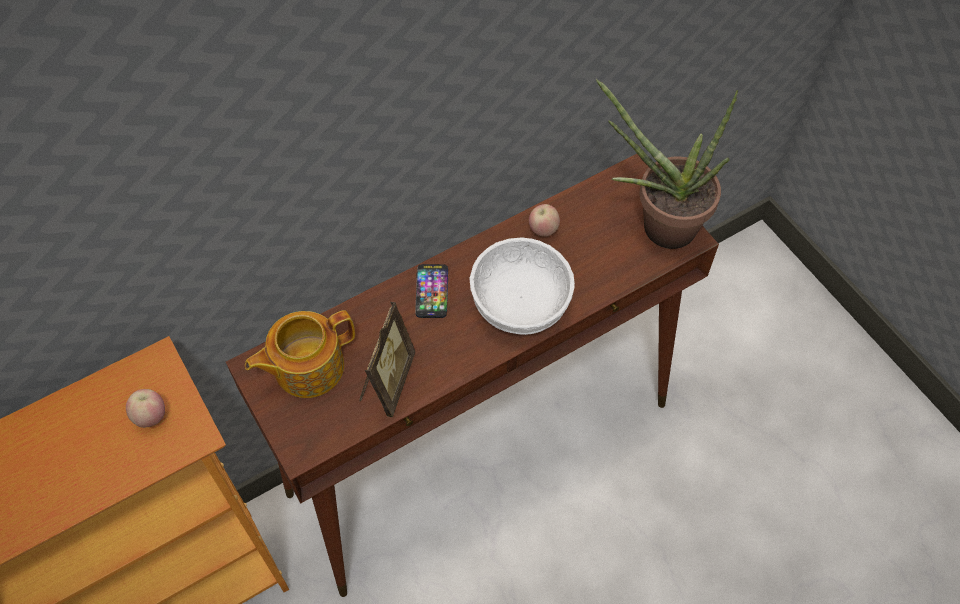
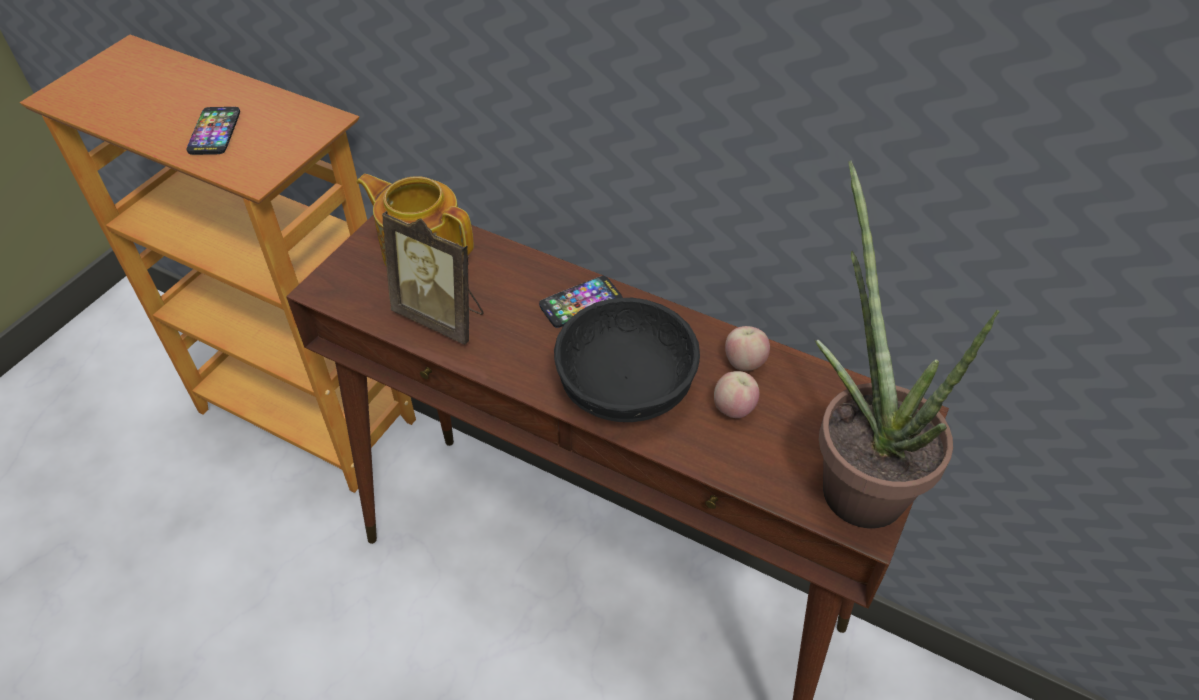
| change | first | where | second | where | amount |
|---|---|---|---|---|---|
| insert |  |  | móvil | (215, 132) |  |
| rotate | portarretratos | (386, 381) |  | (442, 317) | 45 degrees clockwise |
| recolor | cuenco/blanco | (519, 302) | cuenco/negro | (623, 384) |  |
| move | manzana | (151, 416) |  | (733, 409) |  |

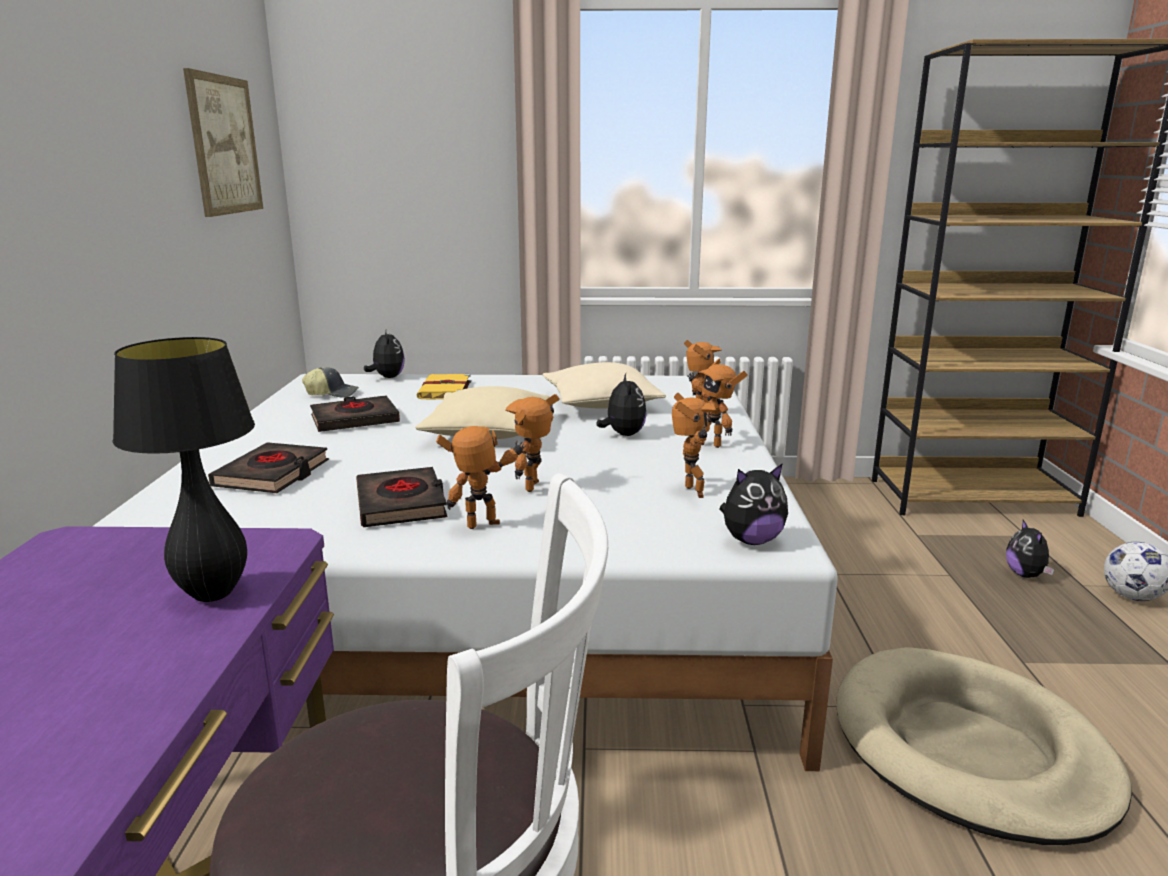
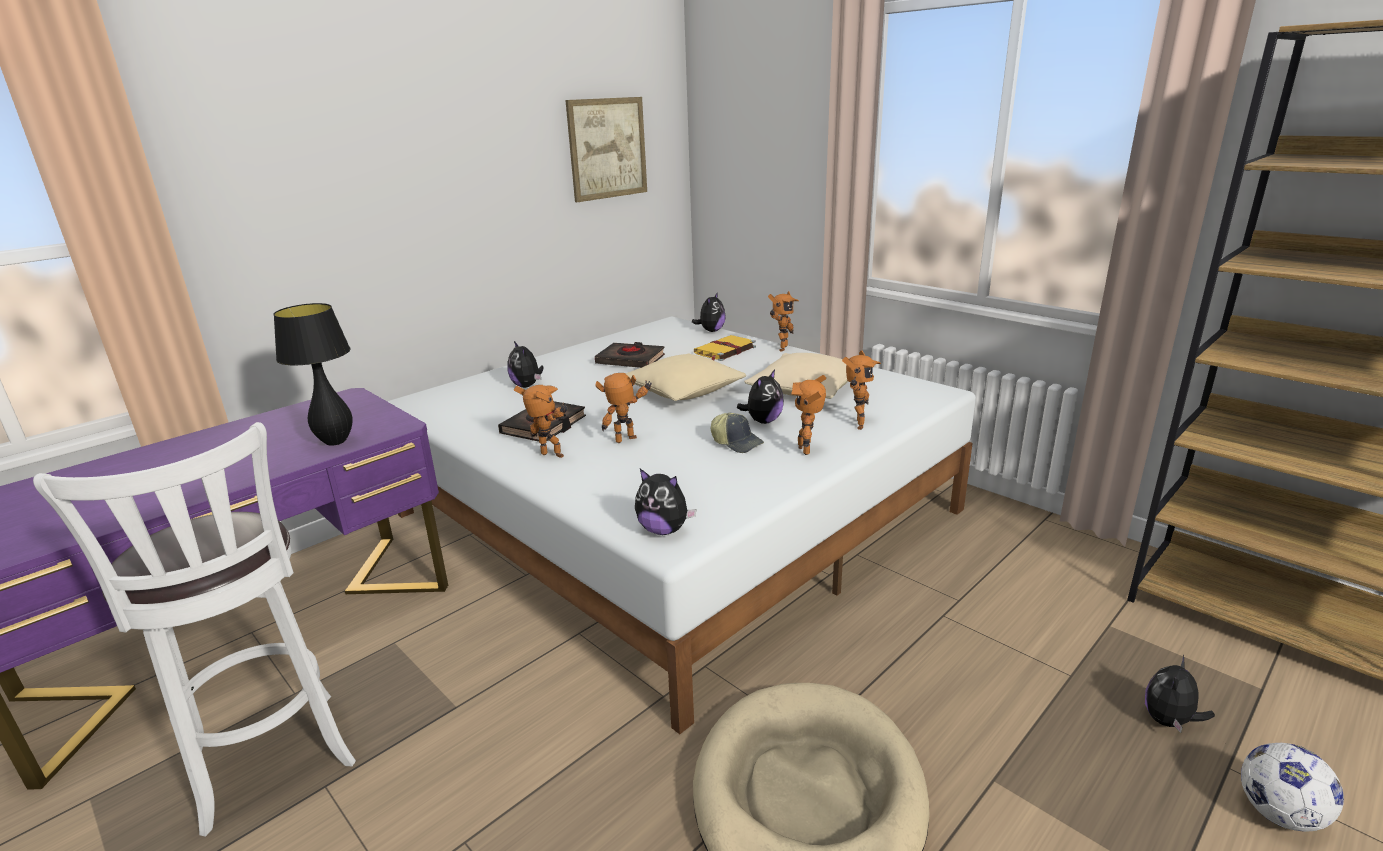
| change | first | where | second | where | amount |
|---|---|---|---|---|---|
| replace | libro/negro | (272, 475) | peluche | (527, 386) |  |
| move | gorra | (332, 393) |  | (737, 442) |  |
| move | robot de juguete | (690, 493) |  | (780, 348) |  |

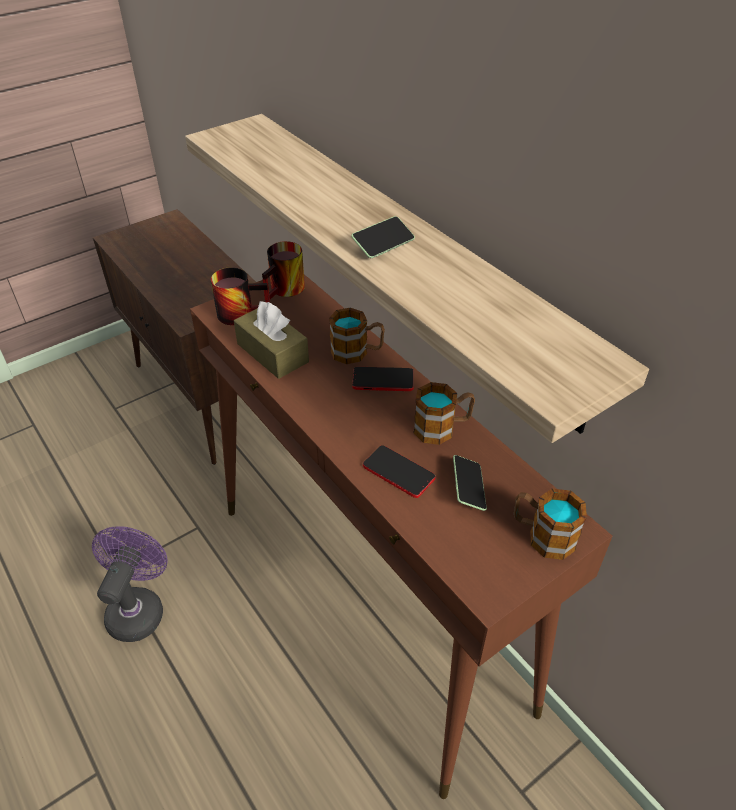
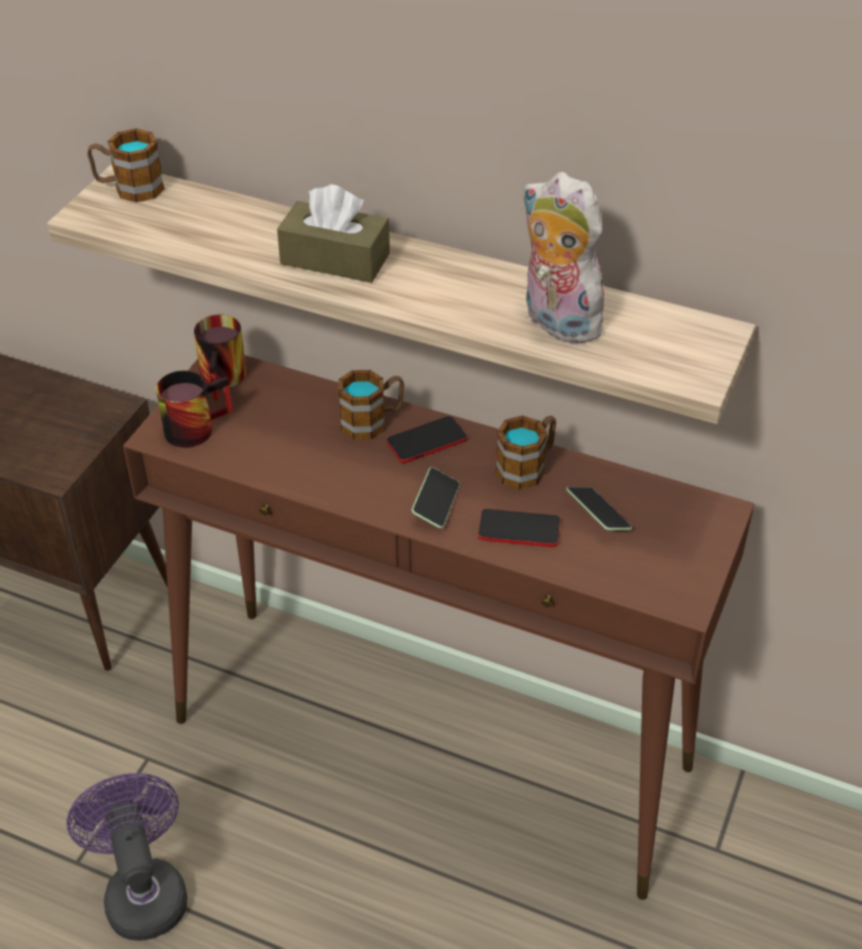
| change | first | where | second | where | amount |
|---|---|---|---|---|---|
| move | taza grande | (542, 535) |  | (129, 188) |  |
| move | caja de pañuelos/marrón | (272, 353) |  | (335, 259) |  |
| move | móvil | (383, 245) |  | (436, 505) |  |
| insert |  |  | peluche | (556, 322) |  |

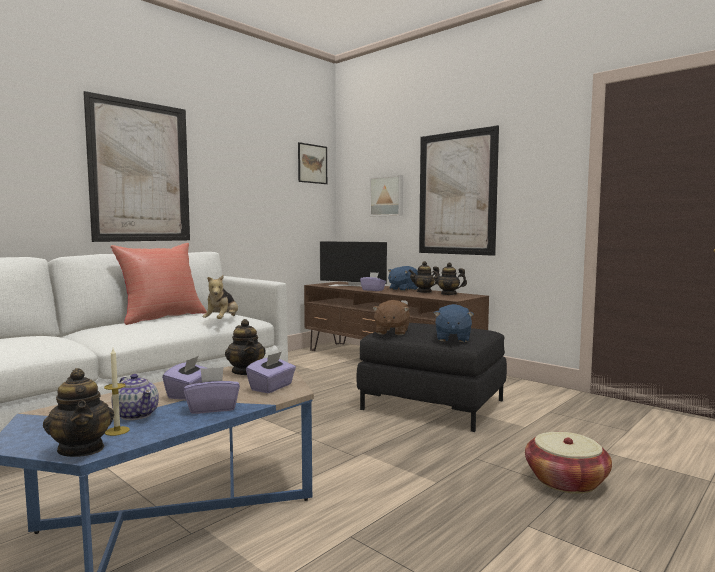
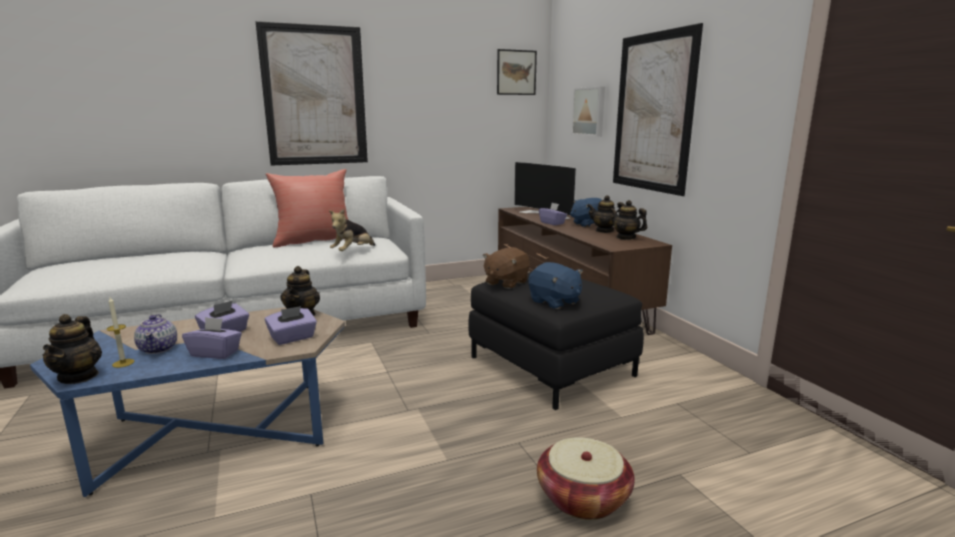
| change | first | where | second | where | amount |
|---|---|---|---|---|---|
| rotate | peluche/azul | (452, 338) |  | (554, 302) | 75 degrees counterclockwise |

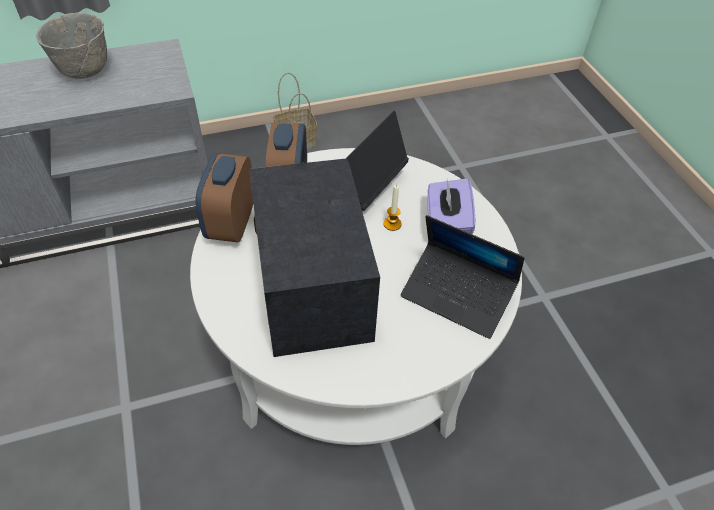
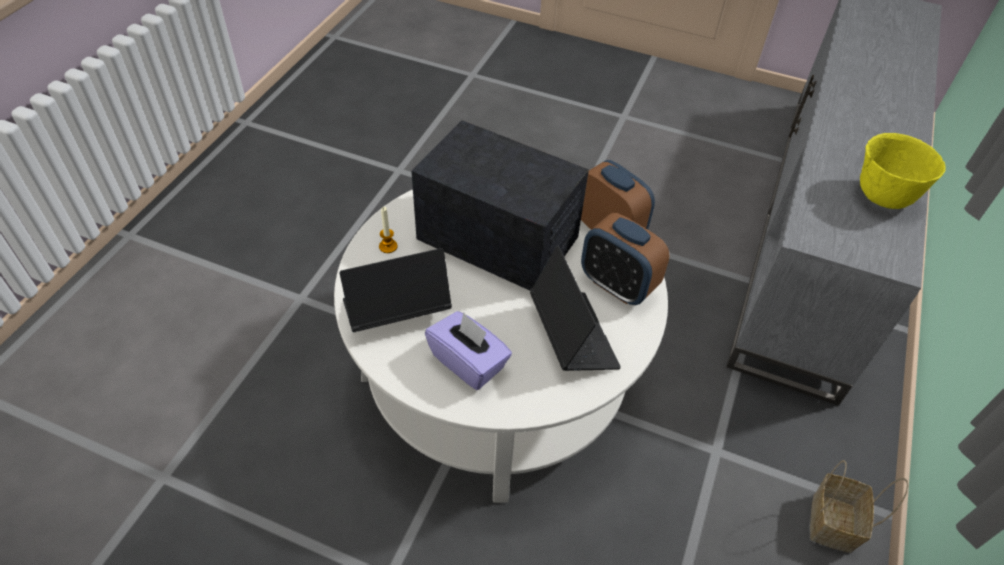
| change | first | where | second | where | amount |
|---|---|---|---|---|---|
| move | vela | (392, 224) |  | (388, 246) |  |
| recolor | cuenco/gris | (85, 71) | cuenco/amarillo | (881, 196) |  |

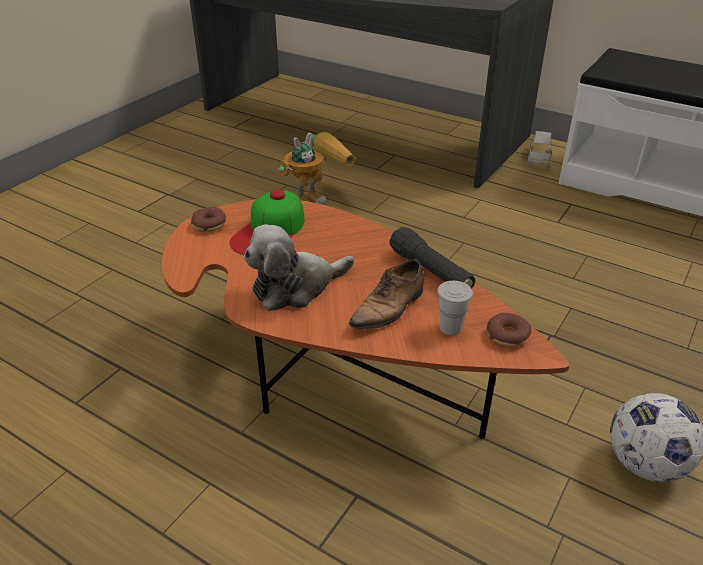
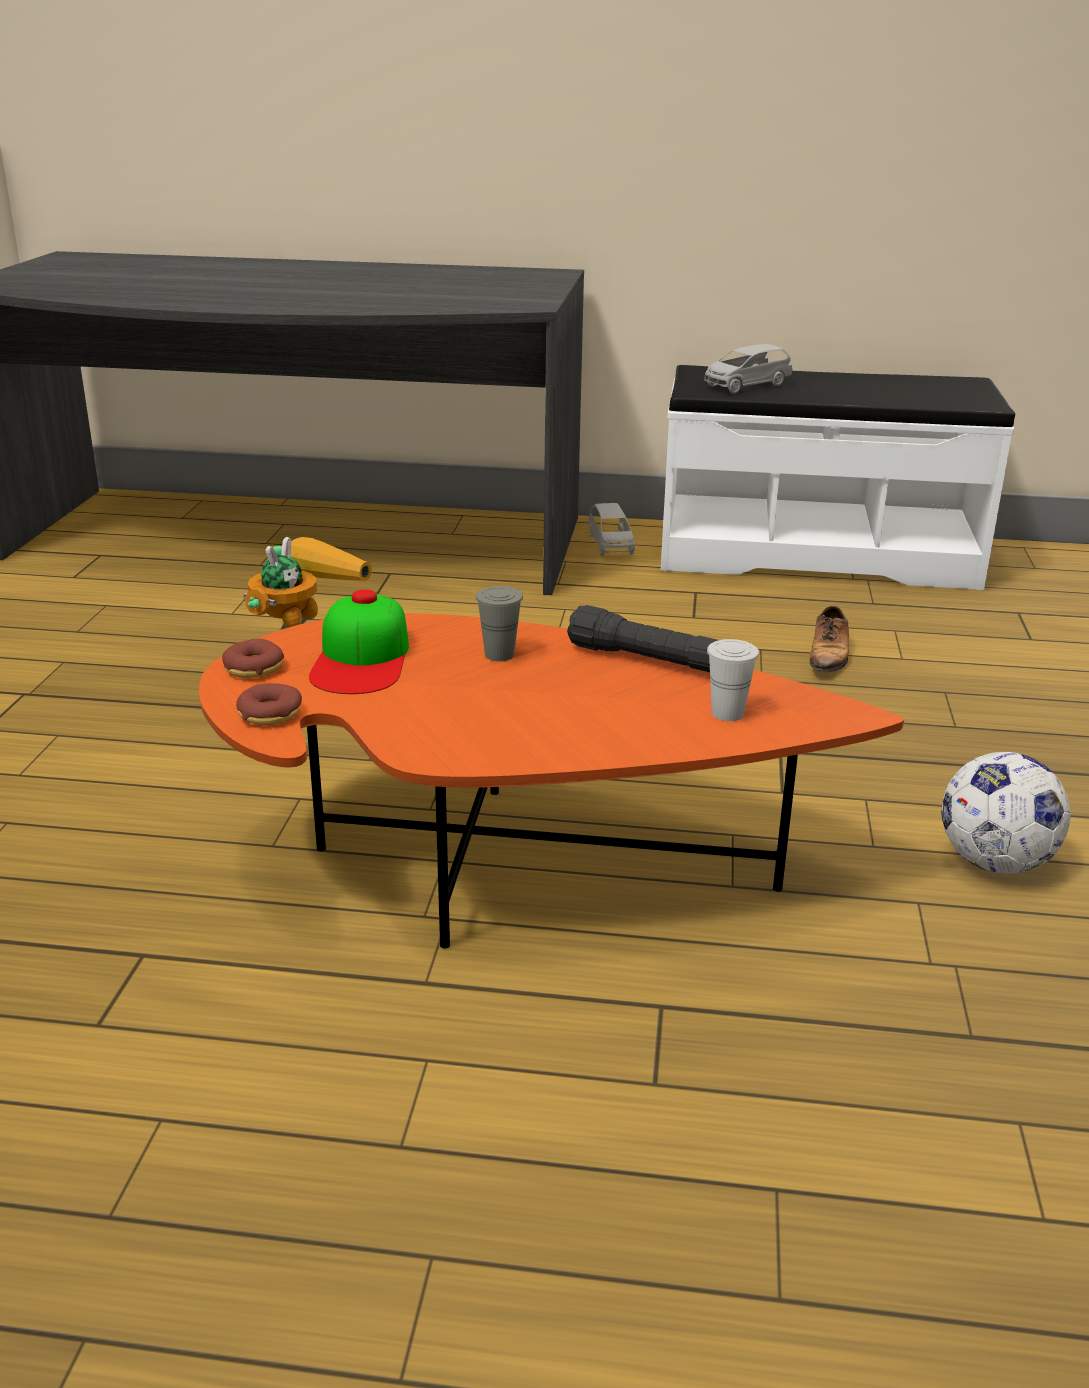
| change | first | where | second | where | amount |
|---|---|---|---|---|---|
| move | rosquilla | (507, 335) |  | (270, 714) |  |
| insert |  |  | taza/gris | (499, 655) |  |
| insert |  |  | coche de juguete/gris | (746, 386) |  |
| move | zapato | (389, 308) |  | (828, 656) |  |
| delete | peluche | (296, 287) |  |  |  |

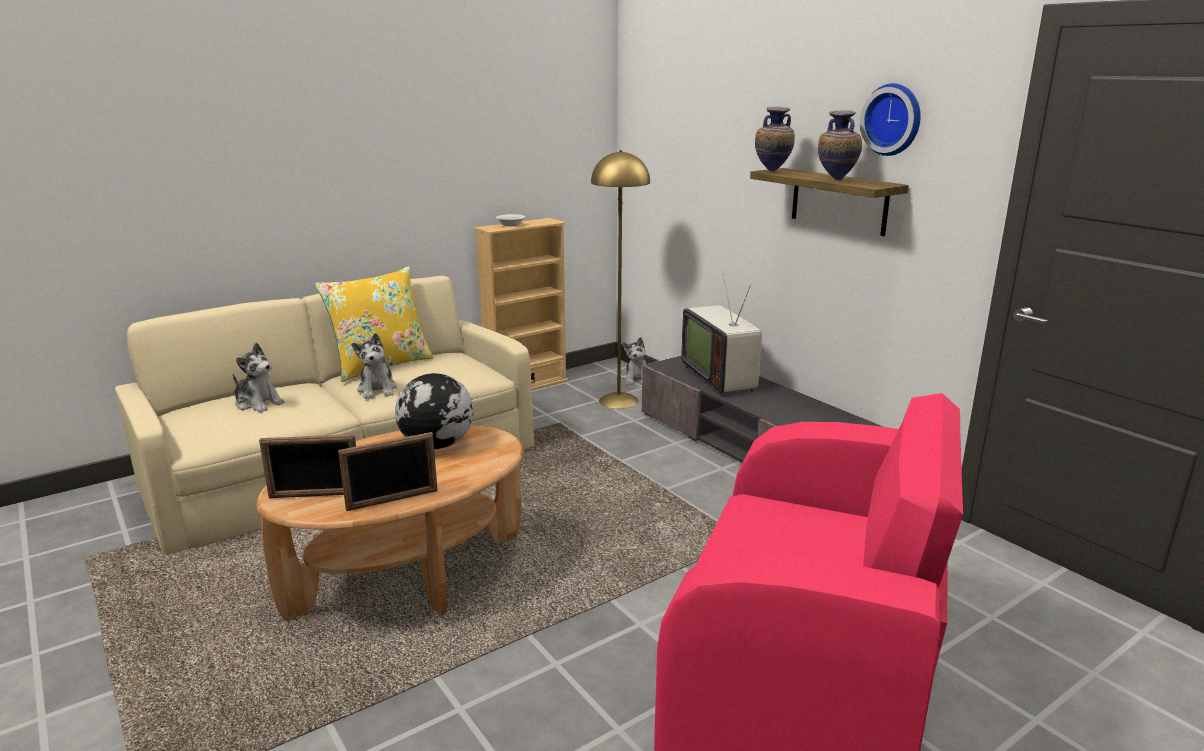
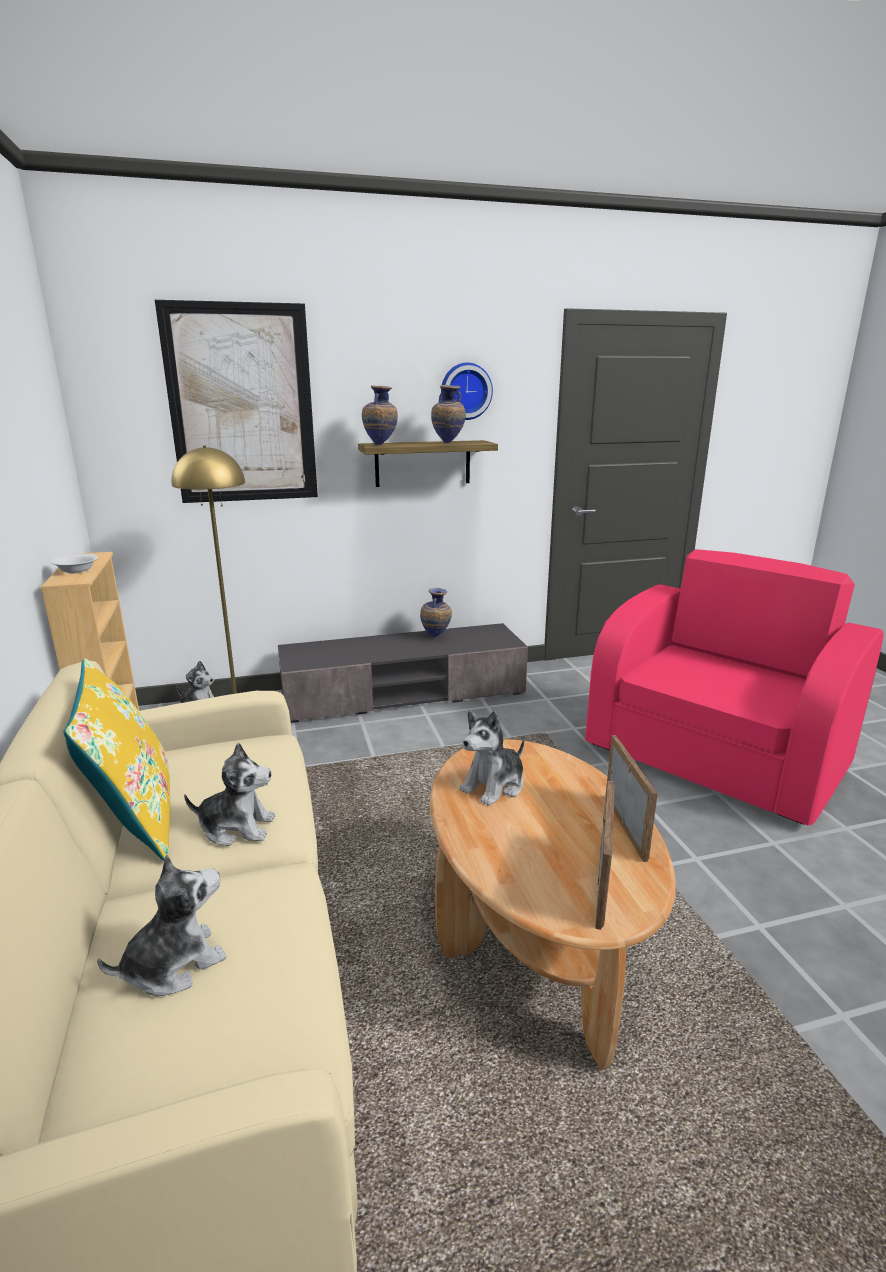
| change | first | where | second | where | amount |
|---|---|---|---|---|---|
| insert |  |  | cuadro | (242, 405) |  |
| insert |  |  | florero | (436, 637) |  |
| replace | globo terráqueo | (437, 445) | peluche | (494, 786) |  |
| delete | televisor | (721, 377) |  |  |  |

